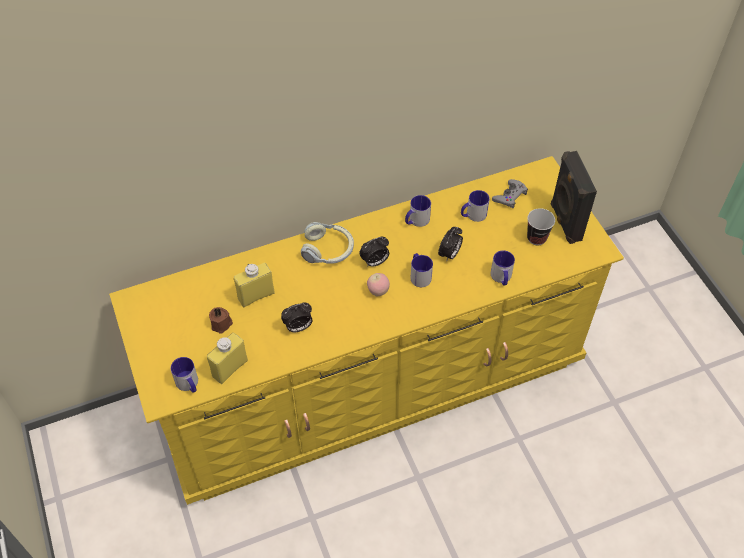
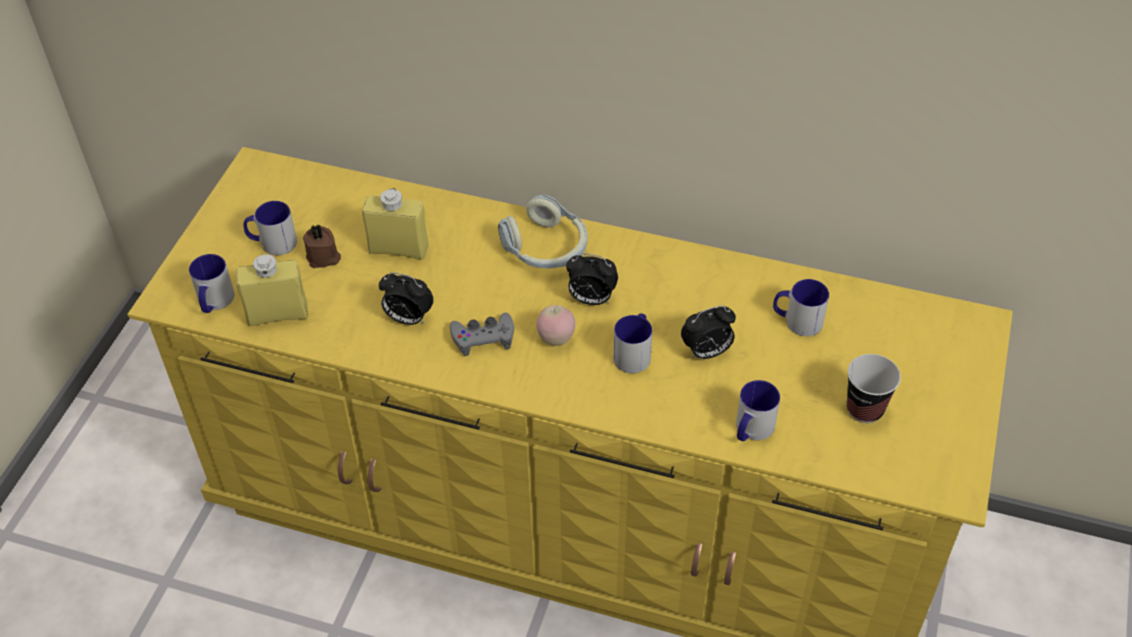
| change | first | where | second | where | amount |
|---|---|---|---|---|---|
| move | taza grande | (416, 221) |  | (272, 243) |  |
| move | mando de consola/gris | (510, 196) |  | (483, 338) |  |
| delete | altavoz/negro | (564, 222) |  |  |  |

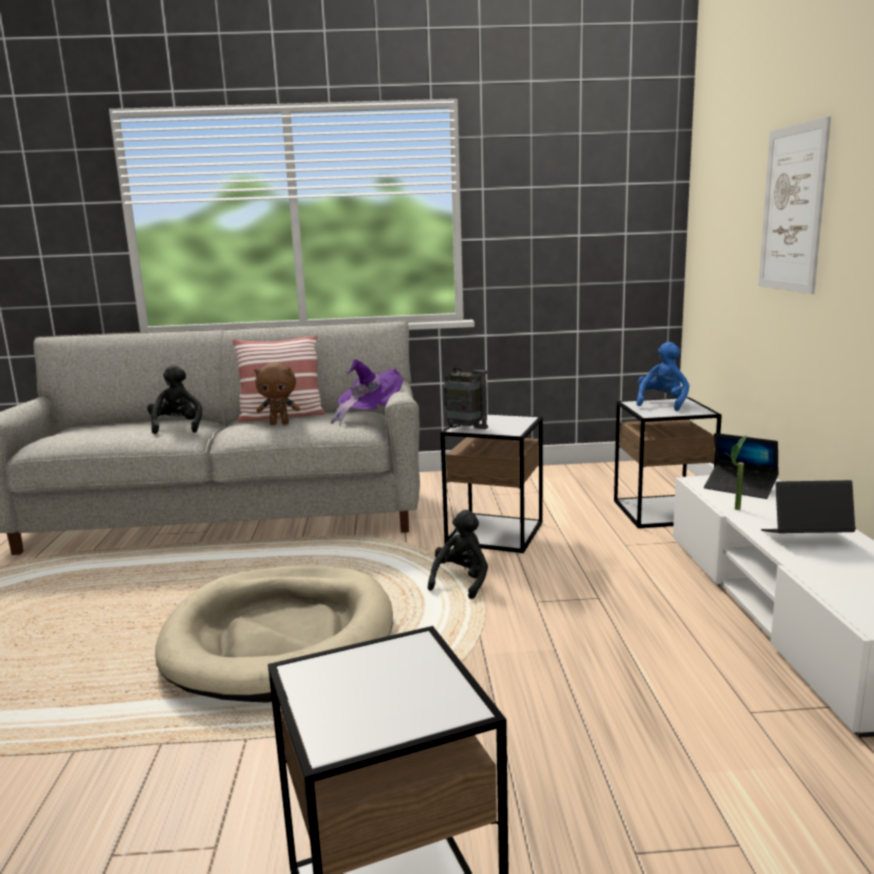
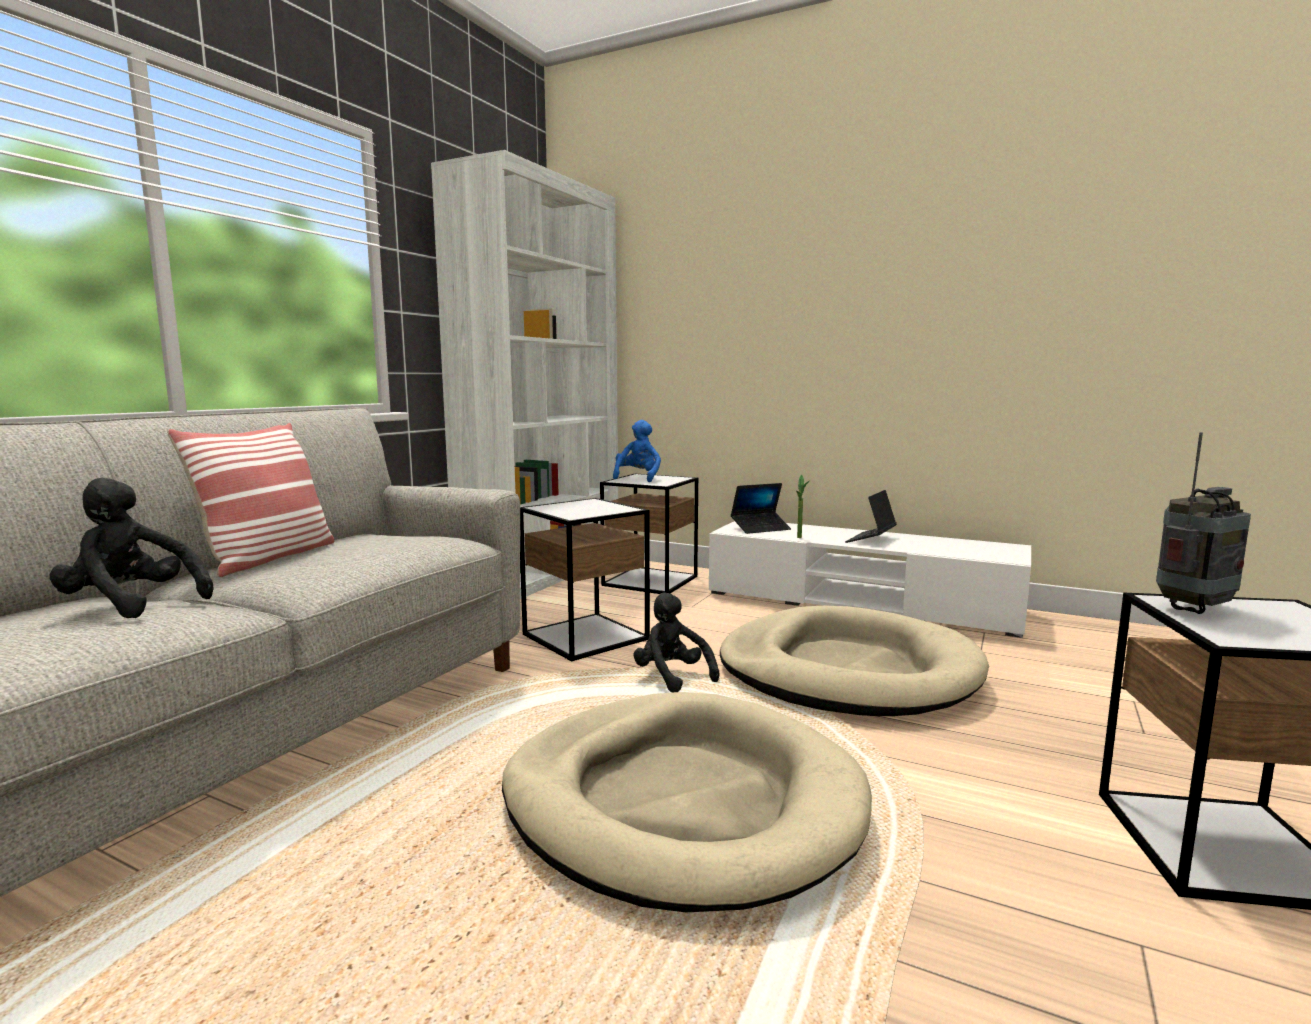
| change | first | where | second | where | amount |
|---|---|---|---|---|---|
| insert |  |  | estantería/blanco | (543, 572) |  |
| rotate | peluche/azul | (662, 403) |  | (638, 478) | 45 degrees clockwise |
| insert |  |  | cama para perro/beis | (847, 671) |  |
| move | radio | (464, 428) |  | (1194, 609) |  |
| delete | peluche/marrón | (280, 423) |  |  |  |
| delete | sombrero/morado | (368, 415) |  |  |  |
| delete | cuadro | (792, 209) |  |  |  |

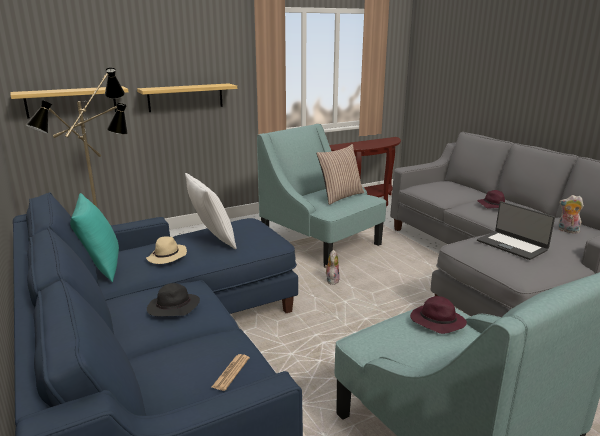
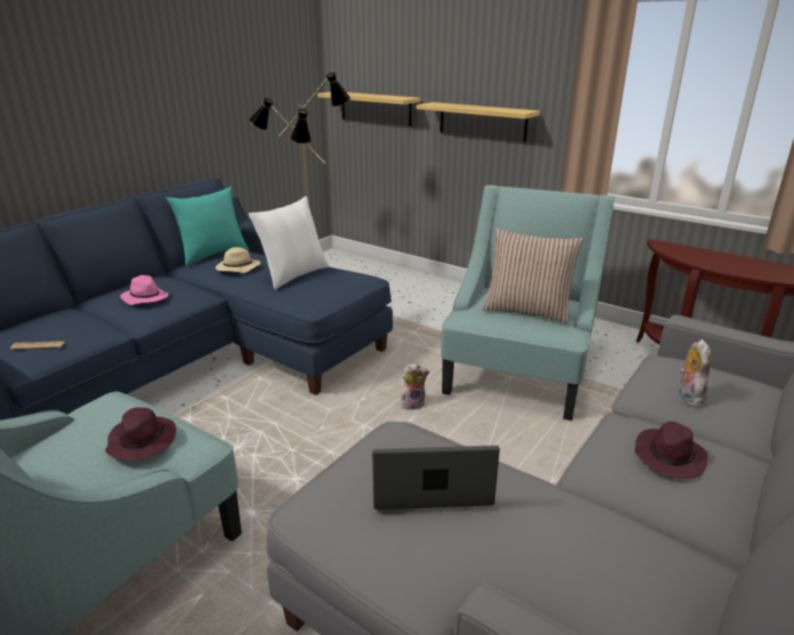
| change | first | where | second | where | amount |
|---|---|---|---|---|---|
| recolor | sombrero/negro | (173, 308) | sombrero/rosa | (145, 298) |  |
| rotate | portátil | (512, 245) |  | (430, 486) | 60 degrees clockwise |
| move | peluche | (567, 231) |  | (687, 397) |  |

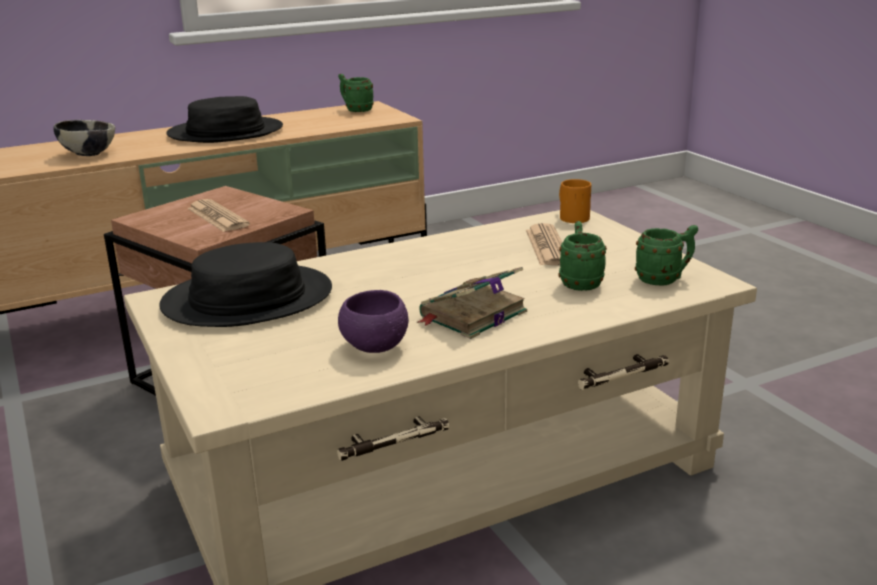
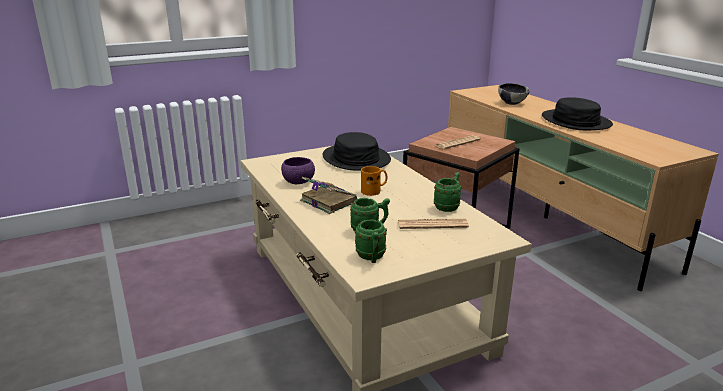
| change | first | where | second | where | amount |
|---|---|---|---|---|---|
| move | taza grande/naranja | (570, 216) |  | (374, 191) |  |
| move | taza grande/verde | (356, 110) |  | (448, 206) |  |

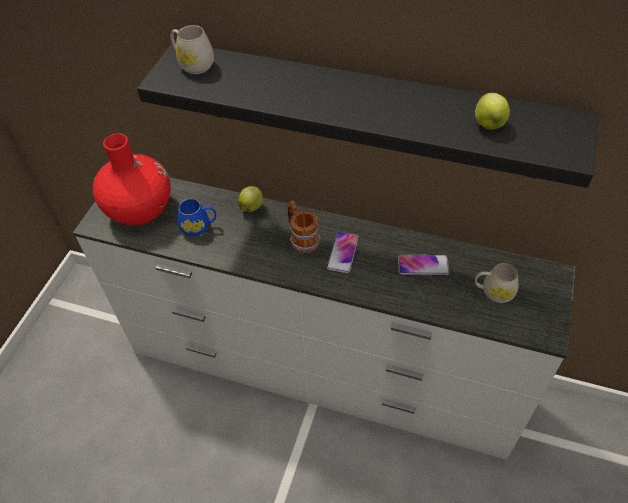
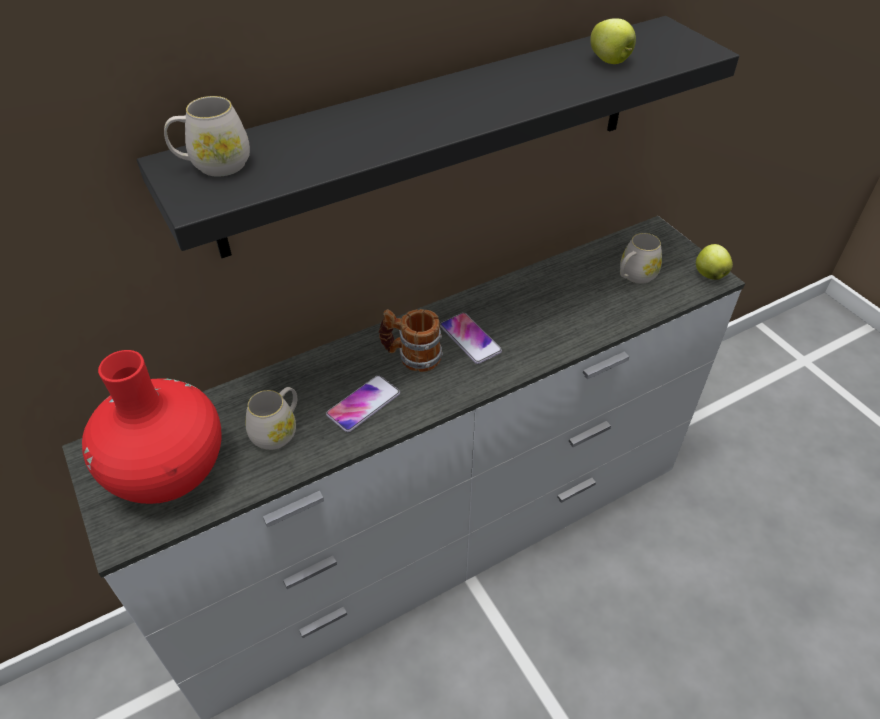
| change | first | where | second | where | amount |
|---|---|---|---|---|---|
| recolor | taza grande/azul | (199, 227) | taza grande/blanco | (278, 430) |  |
| move | móvil | (423, 265) |  | (363, 404) |  |
| move | manzana | (252, 207) |  | (709, 274) |  |

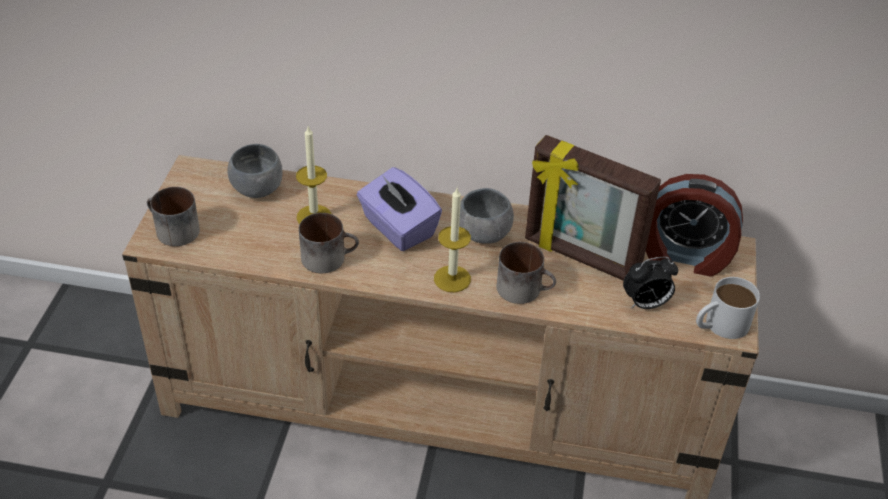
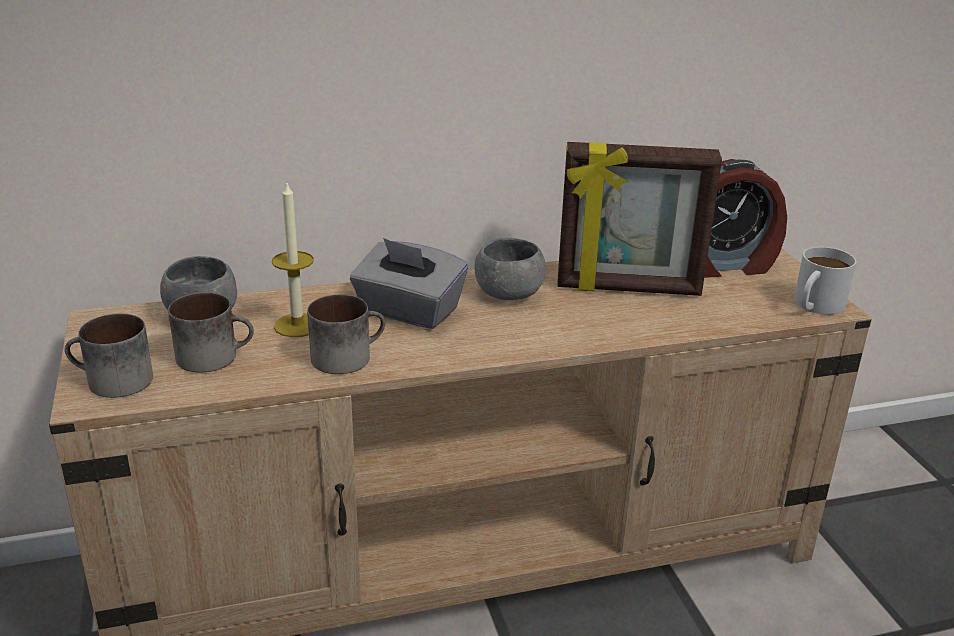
| change | first | where | second | where | amount |
|---|---|---|---|---|---|
| move | taza grande | (525, 288) |  | (215, 356) |  |
| recolor | caja de pañuelos/morado | (398, 228) | caja de pañuelos/gris | (408, 312) |  |
| delete | vela | (452, 279) |  |  |  |
| delete | despertador | (645, 304) |  |  |  |

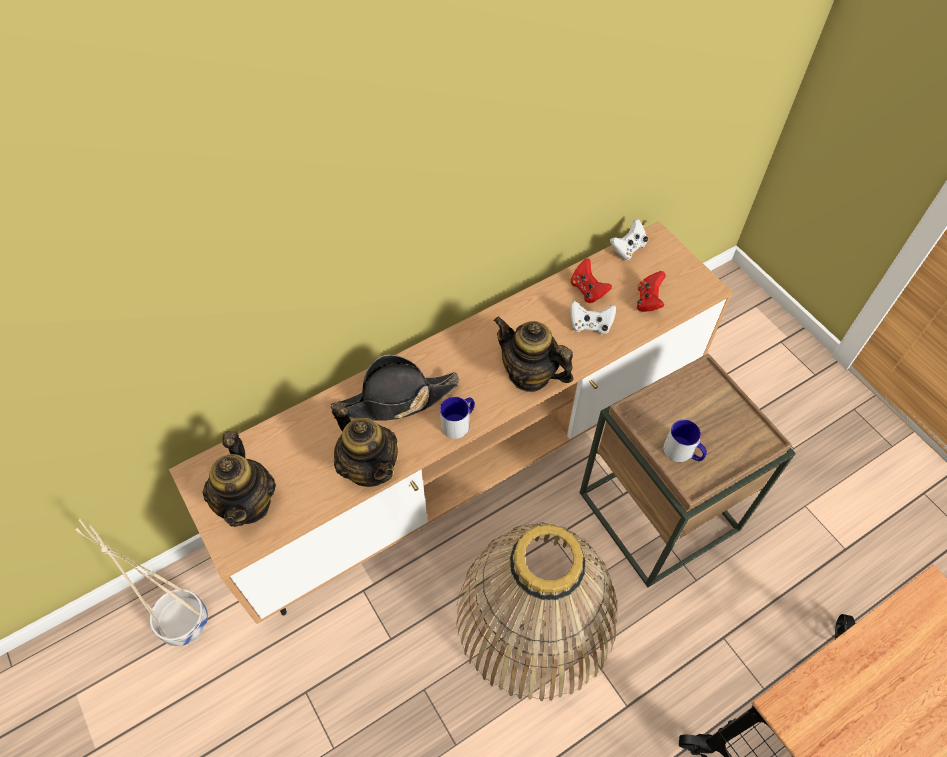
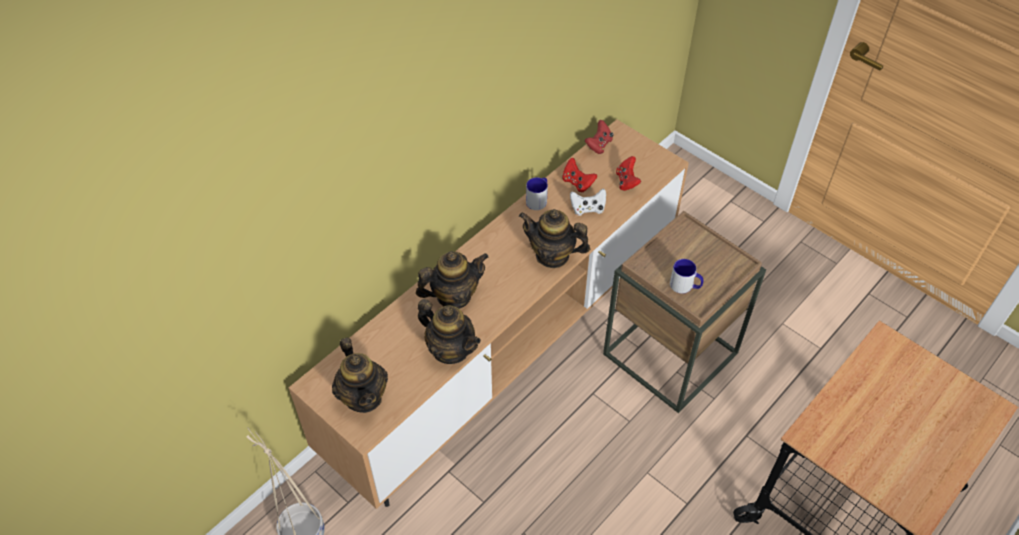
| change | first | where | second | where | amount |
|---|---|---|---|---|---|
| replace | sombrero/negro | (396, 400) | tetera | (453, 296) |  |
| move | taza grande | (459, 422) |  | (538, 199) |  |
| recolor | mando de consola/blanco | (628, 248) | mando de consola/rojo | (599, 145) |  |
| delete | cesta | (535, 617) |  |  |  |

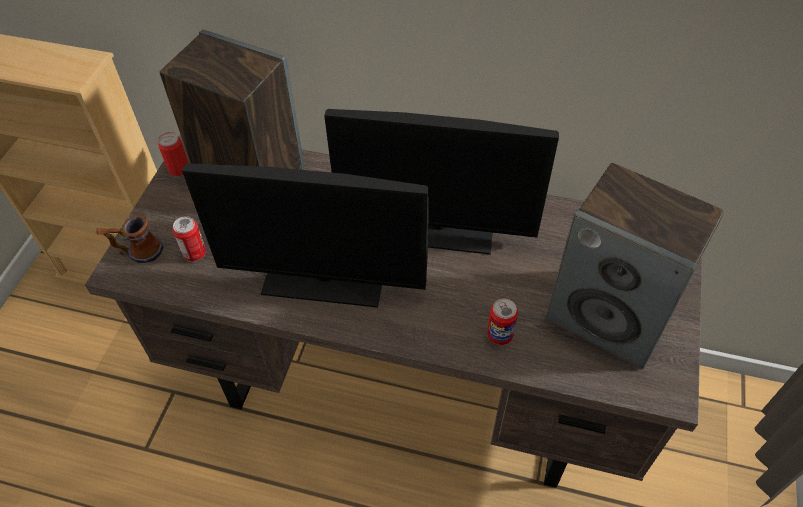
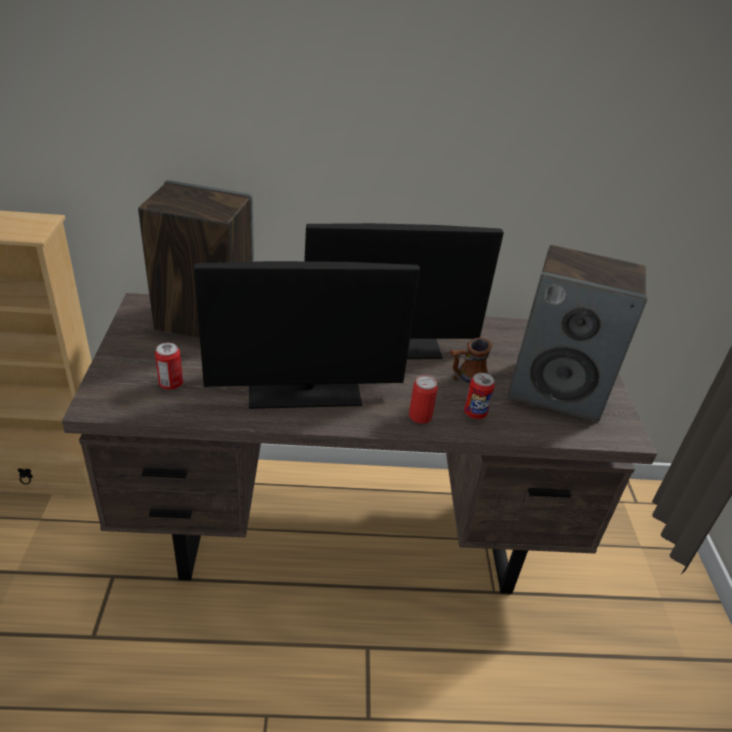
| change | first | where | second | where | amount |
|---|---|---|---|---|---|
| move | lata | (179, 169) |  | (420, 416) |  |
| move | taza grande | (137, 252) |  | (465, 377) |  |

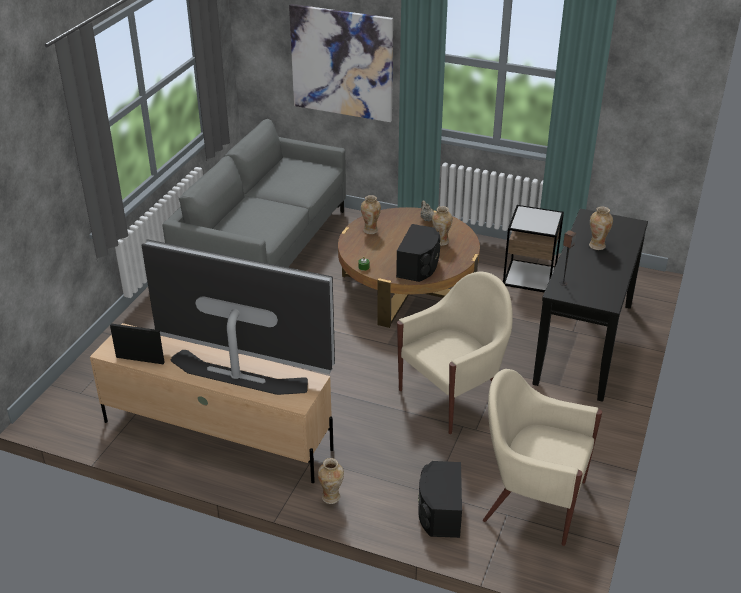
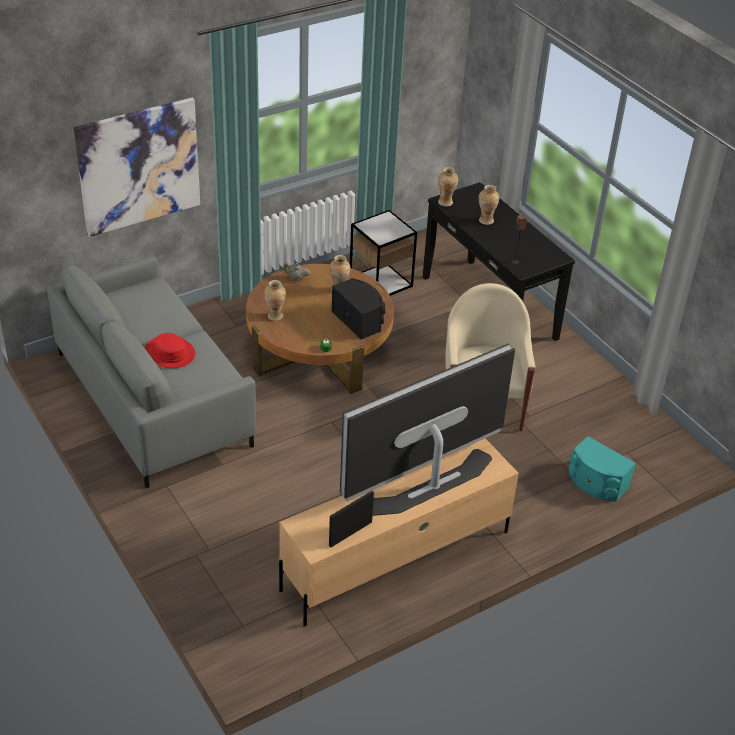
| change | first | where | second | where | amount |
|---|---|---|---|---|---|
| insert |  |  | sombrero/rojo | (170, 353) |  |
| move | florero | (331, 497) |  | (445, 202) |  |
| recolor | altavoz/negro | (439, 512) | altavoz/turquesa | (596, 483) |  |
| delete | sillón/beis | (532, 500) |  |  |  |

